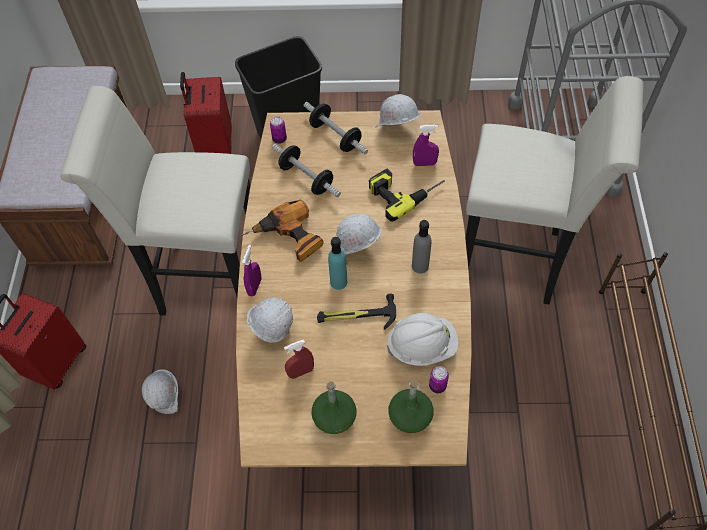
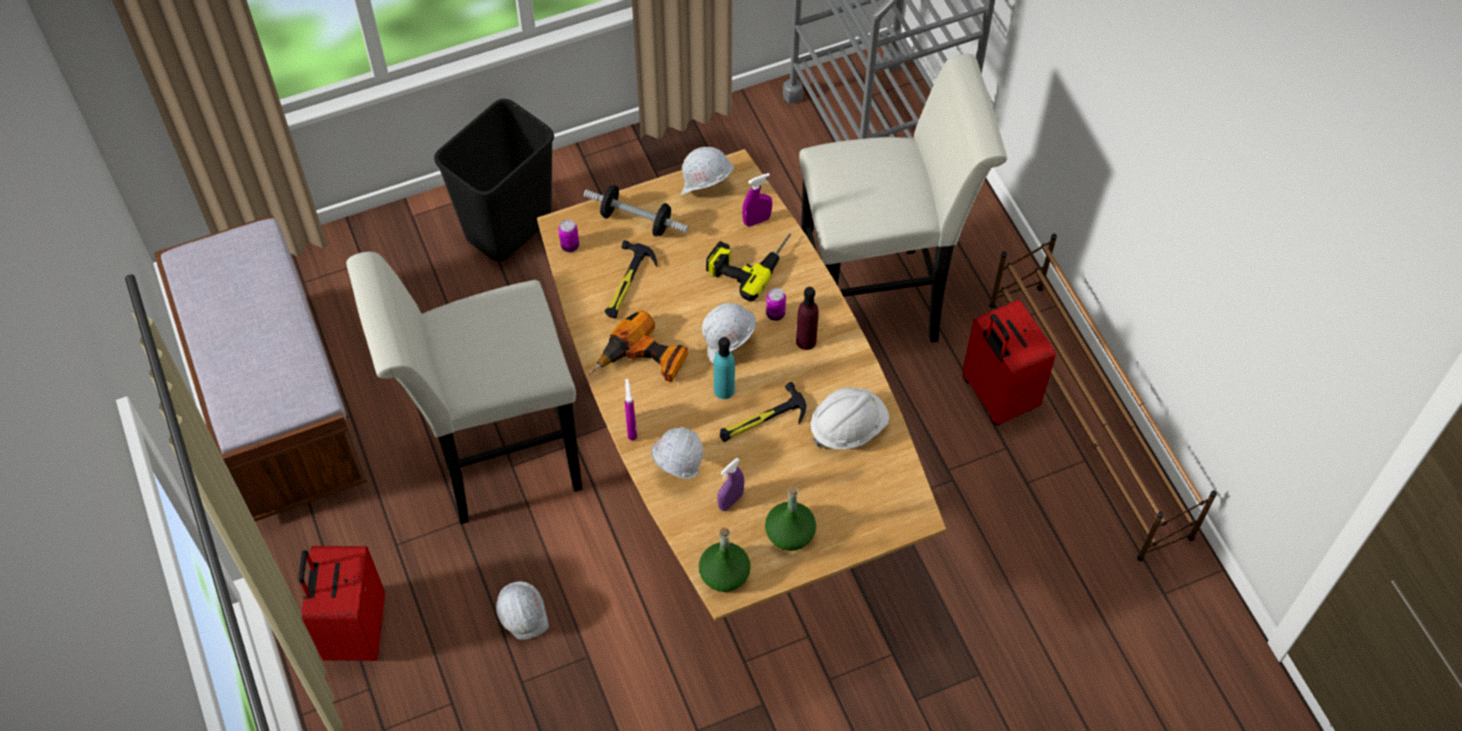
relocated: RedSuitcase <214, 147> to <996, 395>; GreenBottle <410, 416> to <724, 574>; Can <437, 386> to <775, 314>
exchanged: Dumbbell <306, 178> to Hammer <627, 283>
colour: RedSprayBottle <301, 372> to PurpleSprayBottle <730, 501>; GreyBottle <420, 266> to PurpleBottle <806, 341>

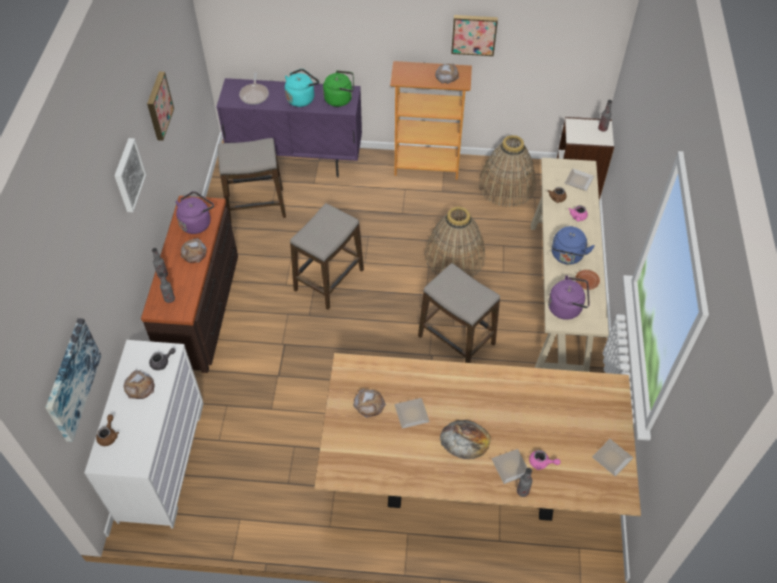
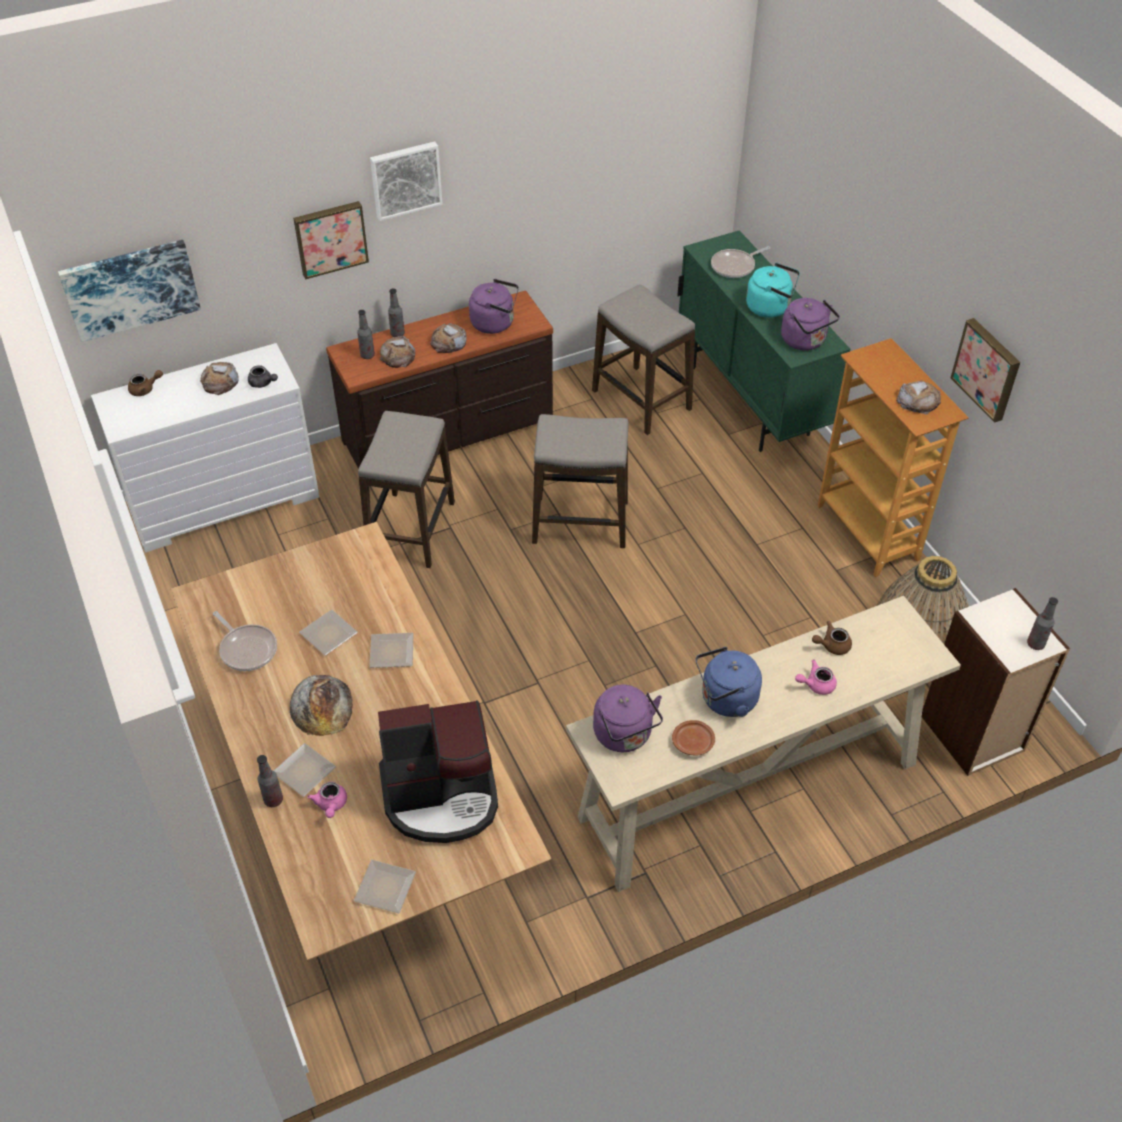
missing: Basket <454, 257>
appeared: FryingPan <247, 649>; CoffeeMachine <441, 796>
relocated: Picture <158, 106> to <330, 238>; Bread <369, 404> to <398, 356>; Stool <456, 340> to <411, 530>; Plate <577, 181> to <390, 651>
colour: PurpleCabinet <297, 161> to GreenCabinet <749, 401>; GreenKettle <340, 99> to PurpleKettle <805, 341>

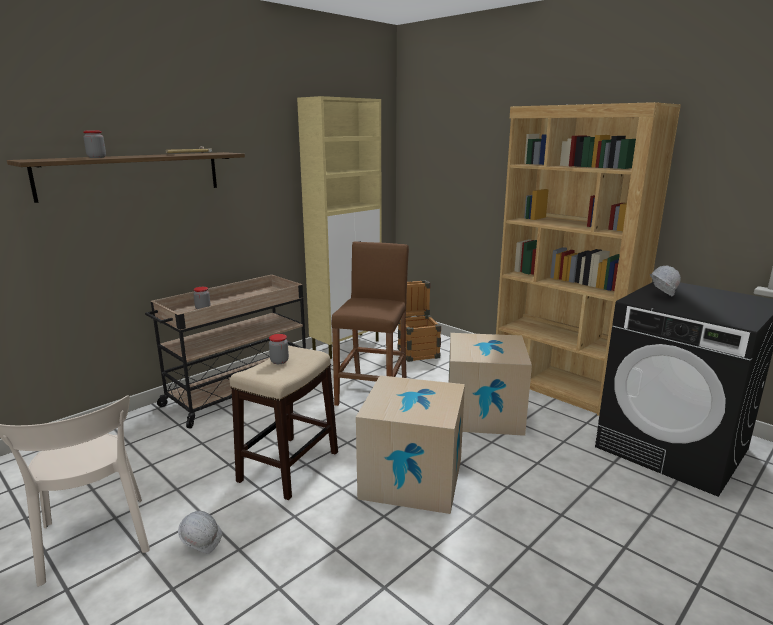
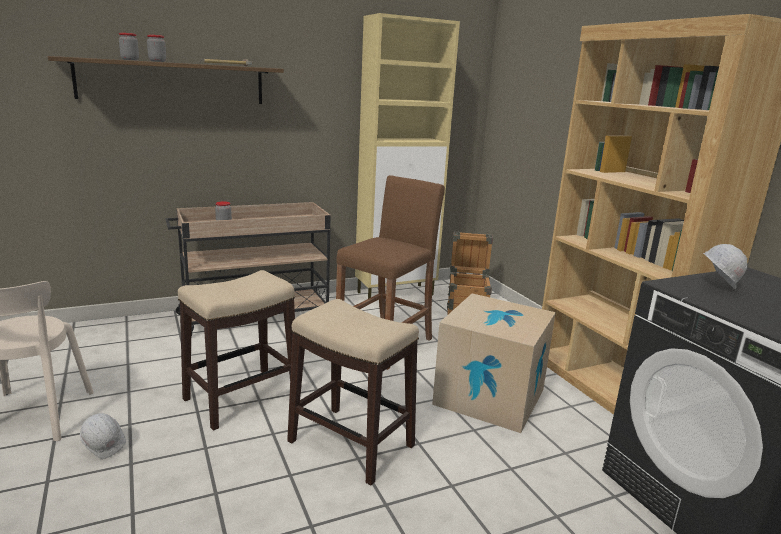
relocated: Jar <279, 361> to <157, 61>
exchanged: CardboardBox <412, 478> to Stool <352, 444>

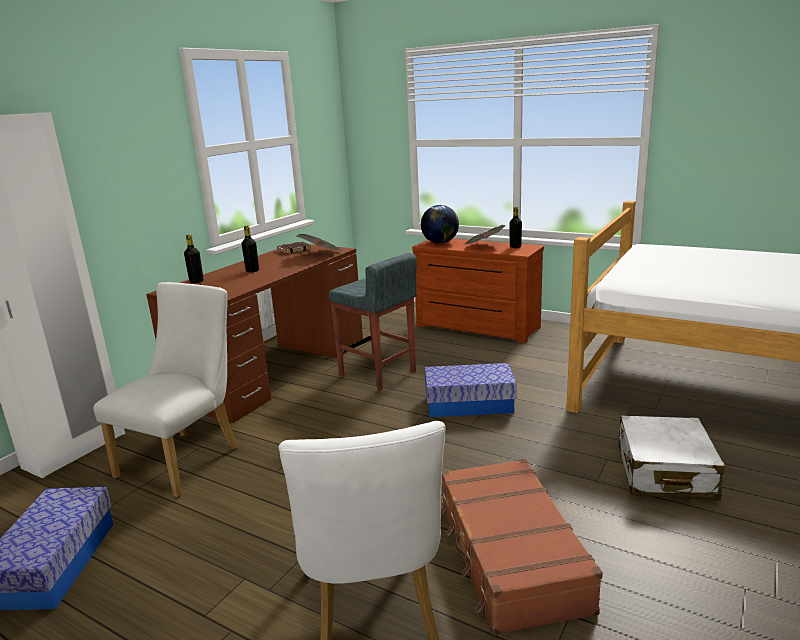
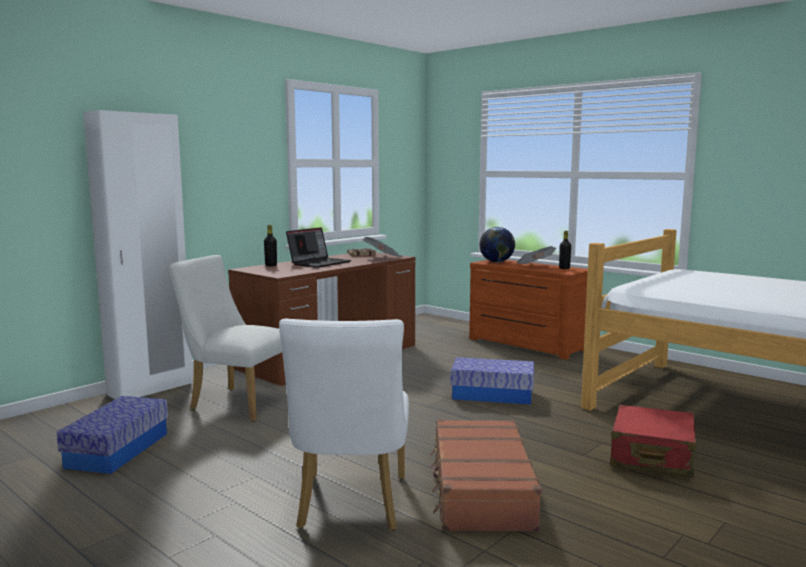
missing: GreyStool <378, 374>
exchanged: BlackBottle <252, 271> to Laptop <319, 263>
colour: WhiteSuitcase <664, 473> to RedSuitcase <652, 457>
spun: WhiteChair <186, 458> = <235, 403> 105 degrees counterclockwise

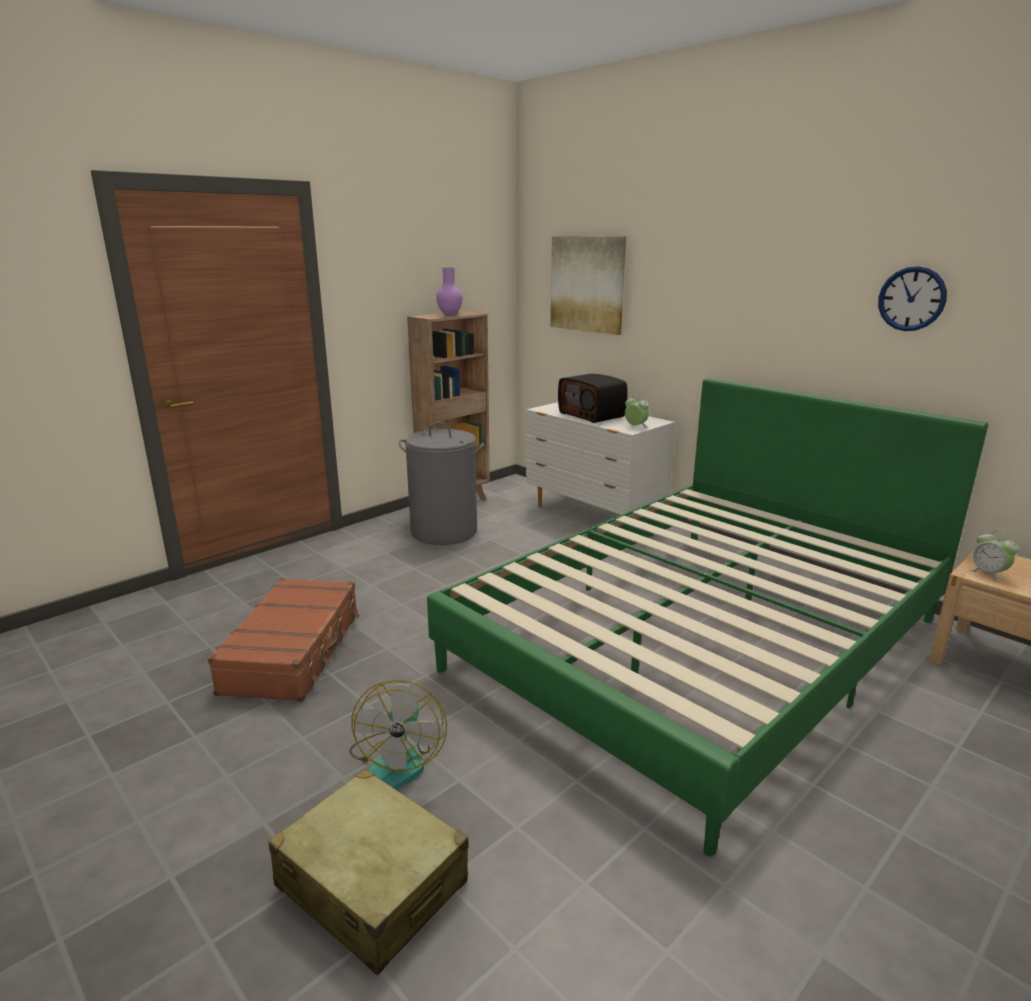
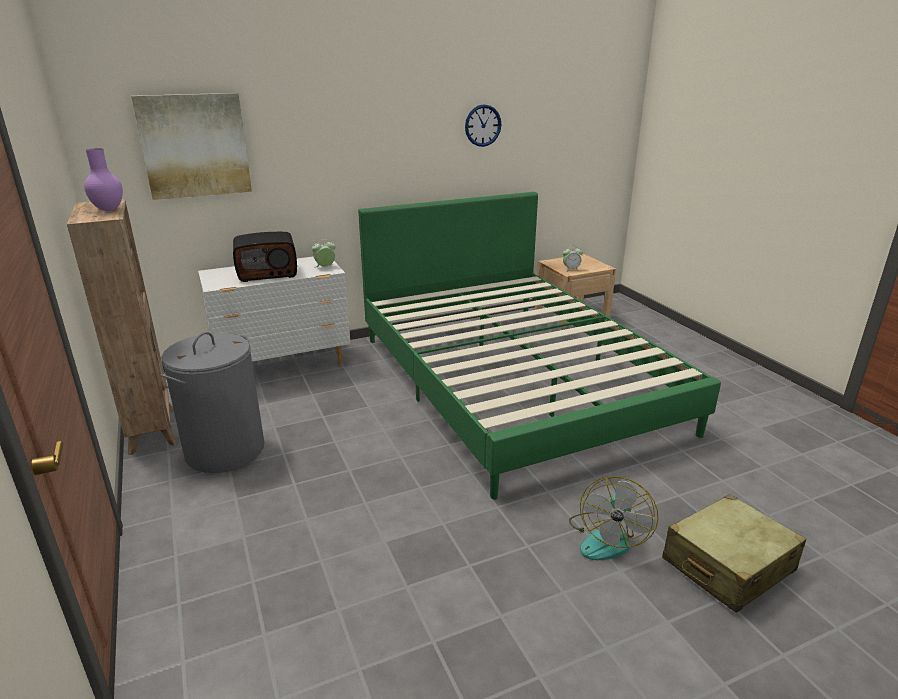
missing: BrownSuitcase <294, 652>
spun: Fan <397, 761> = <607, 538> 90 degrees clockwise

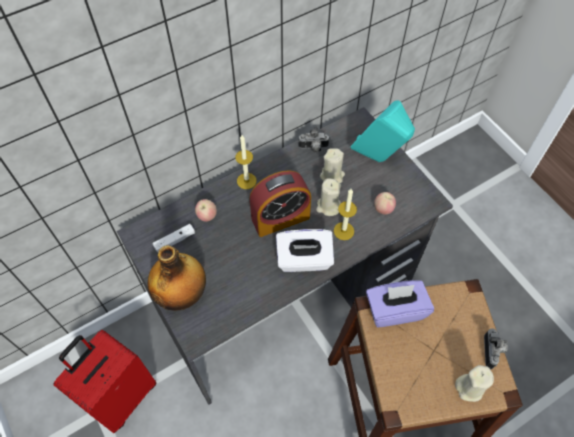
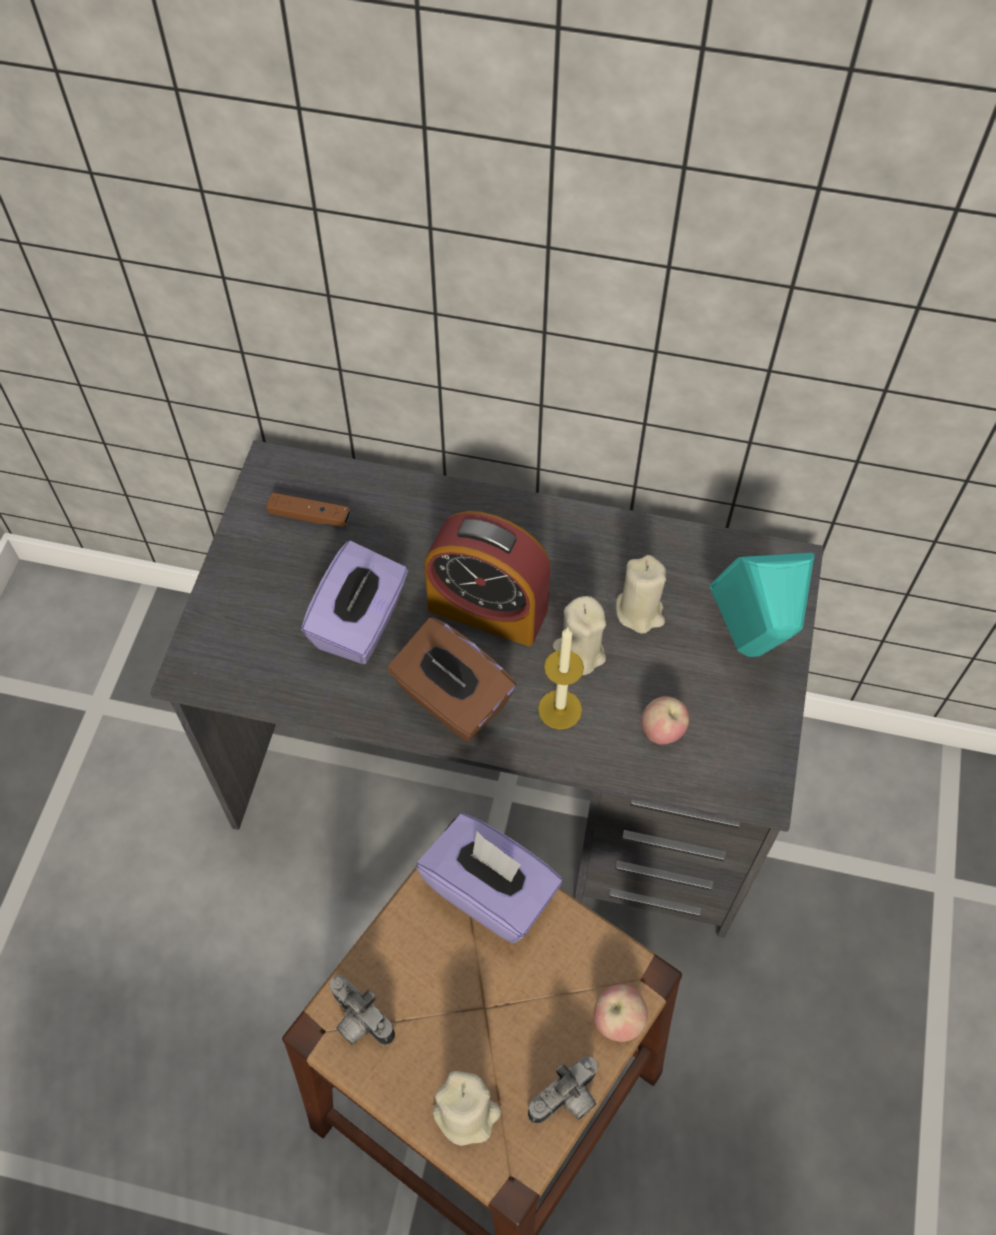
missing: RedSuitcase <121, 395>; Bottle <182, 294>; Candle <246, 181>
appeared: PurpleTissueBox <360, 623>
relocated: Apple <207, 216> to <618, 1020>; PhotoCamera <313, 148> to <358, 1021>
colour: WhiteGameController <174, 240> to BrownGameController <309, 516>; WhiteTissueBox <304, 260> to BrownTissueBox <451, 699>

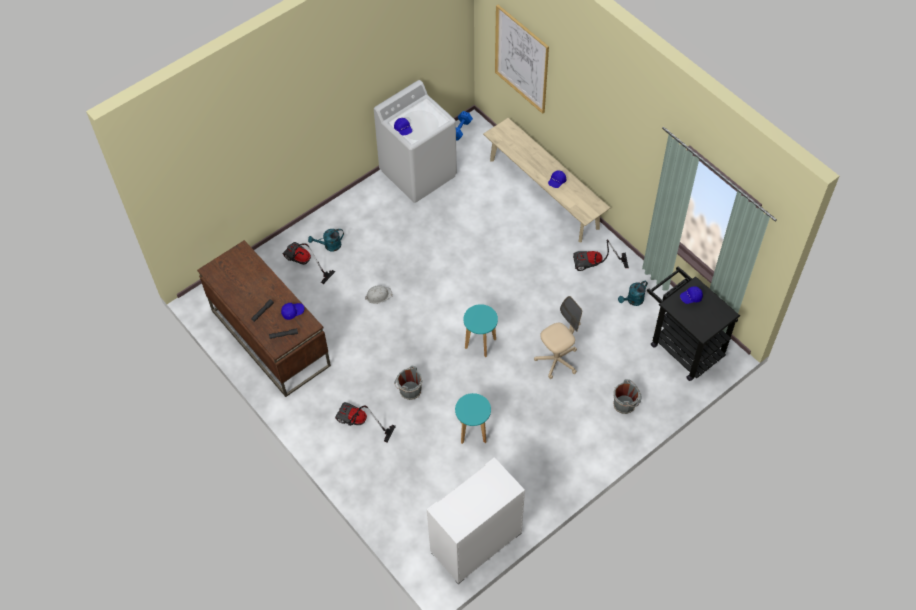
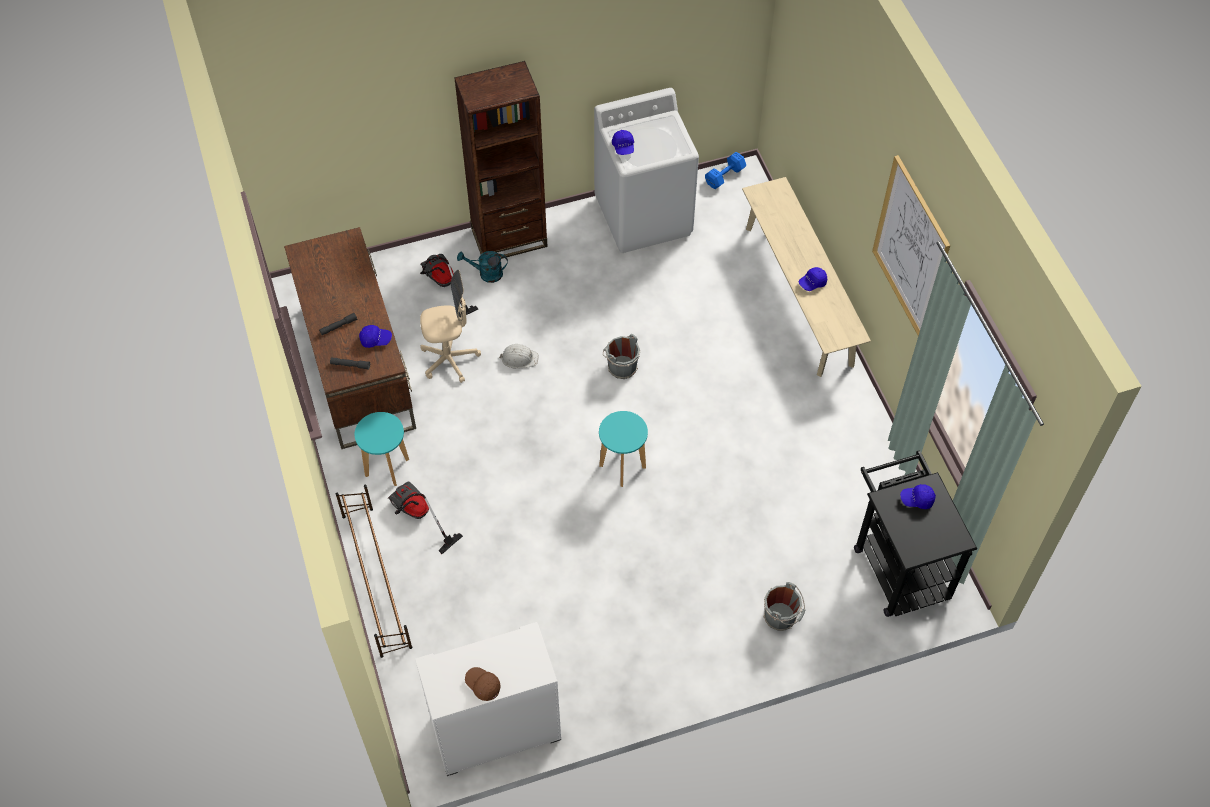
missing: VacuumCleaner <595, 264>; TurquoiseWateringCan <633, 301>
appeared: BrownShoeRack <376, 579>; BrownBookcase <509, 238>; BrownCap <483, 685>
relocated: GreyBucket <409, 390> to <621, 367>; TurquoiseStool <473, 432> to <387, 468>; Picture <521, 59> to <911, 247>; BeigeOfficeChair <557, 360> to <449, 360>

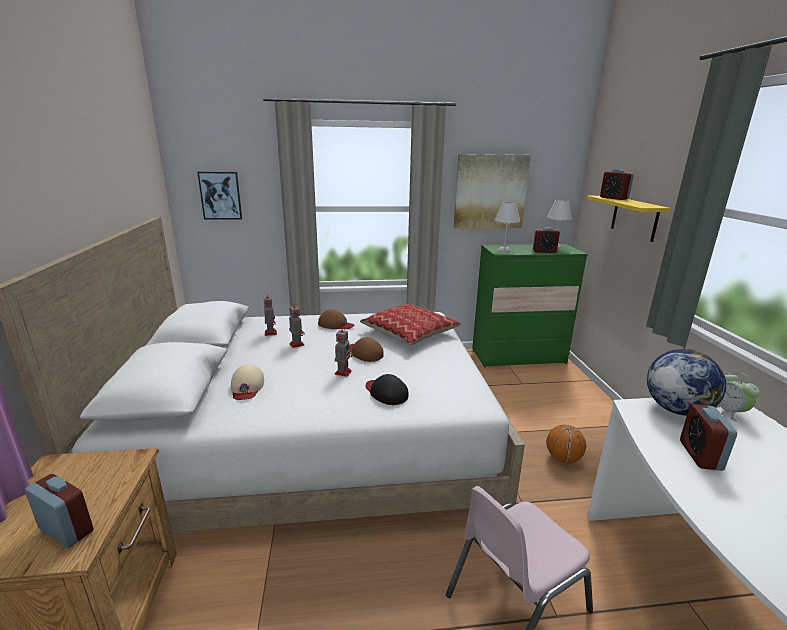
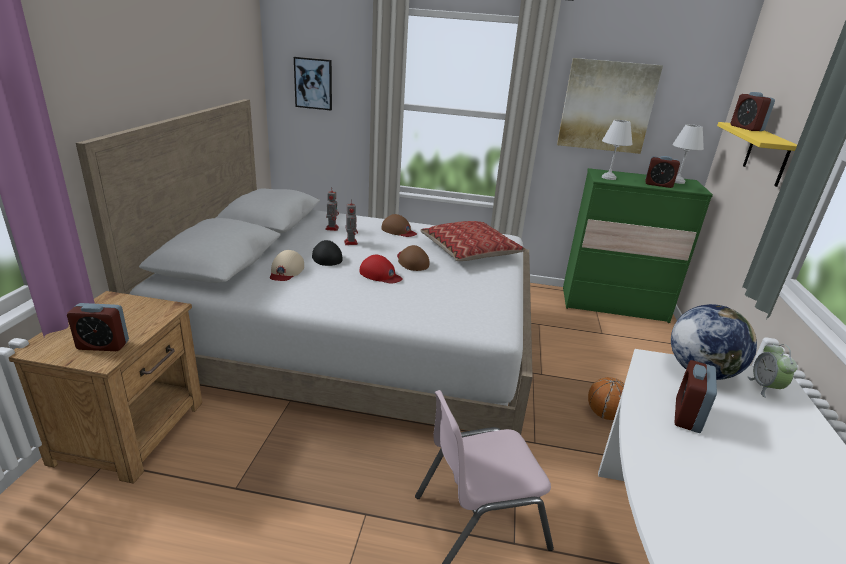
relocated: BlackCap <386, 393> to <326, 257>
exchanged: ToyRobot <343, 372> to RedCap <380, 275>
spun: AlarmClock <66, 530> = <103, 345> 135 degrees clockwise

